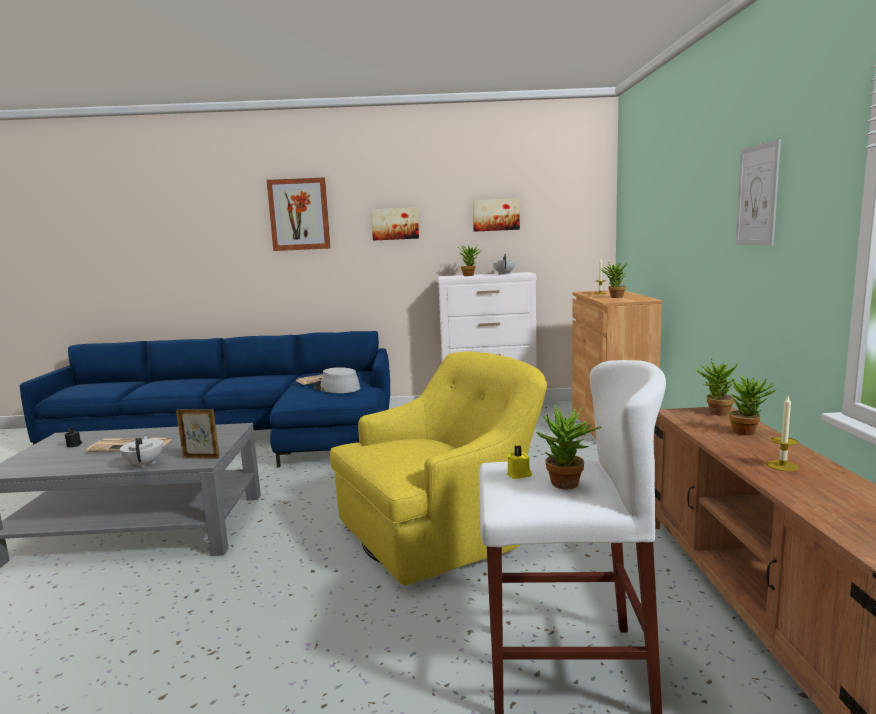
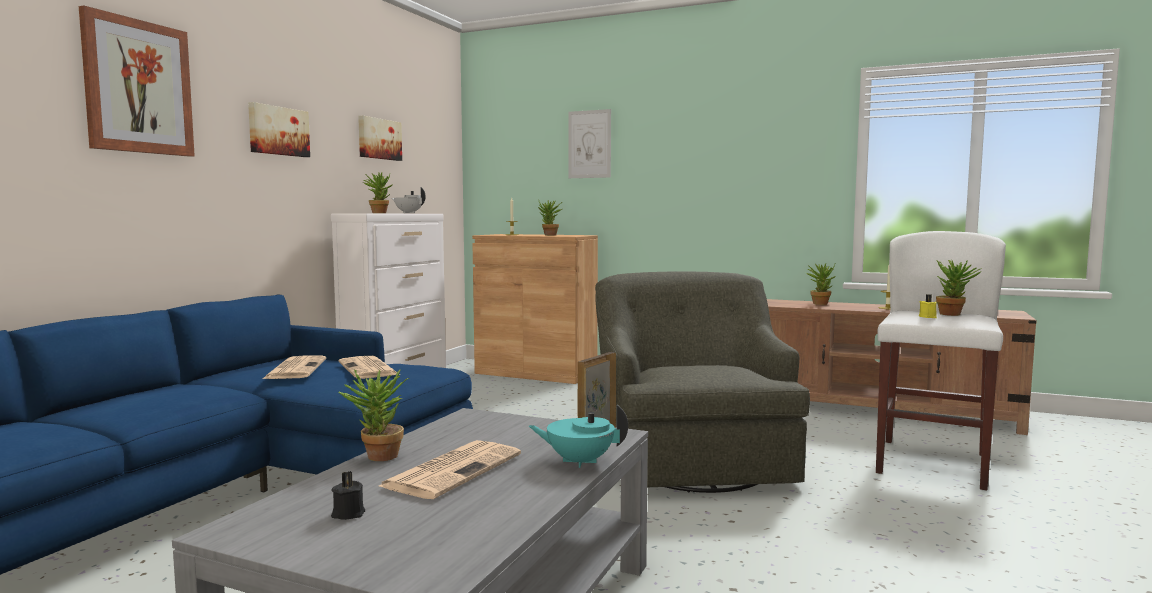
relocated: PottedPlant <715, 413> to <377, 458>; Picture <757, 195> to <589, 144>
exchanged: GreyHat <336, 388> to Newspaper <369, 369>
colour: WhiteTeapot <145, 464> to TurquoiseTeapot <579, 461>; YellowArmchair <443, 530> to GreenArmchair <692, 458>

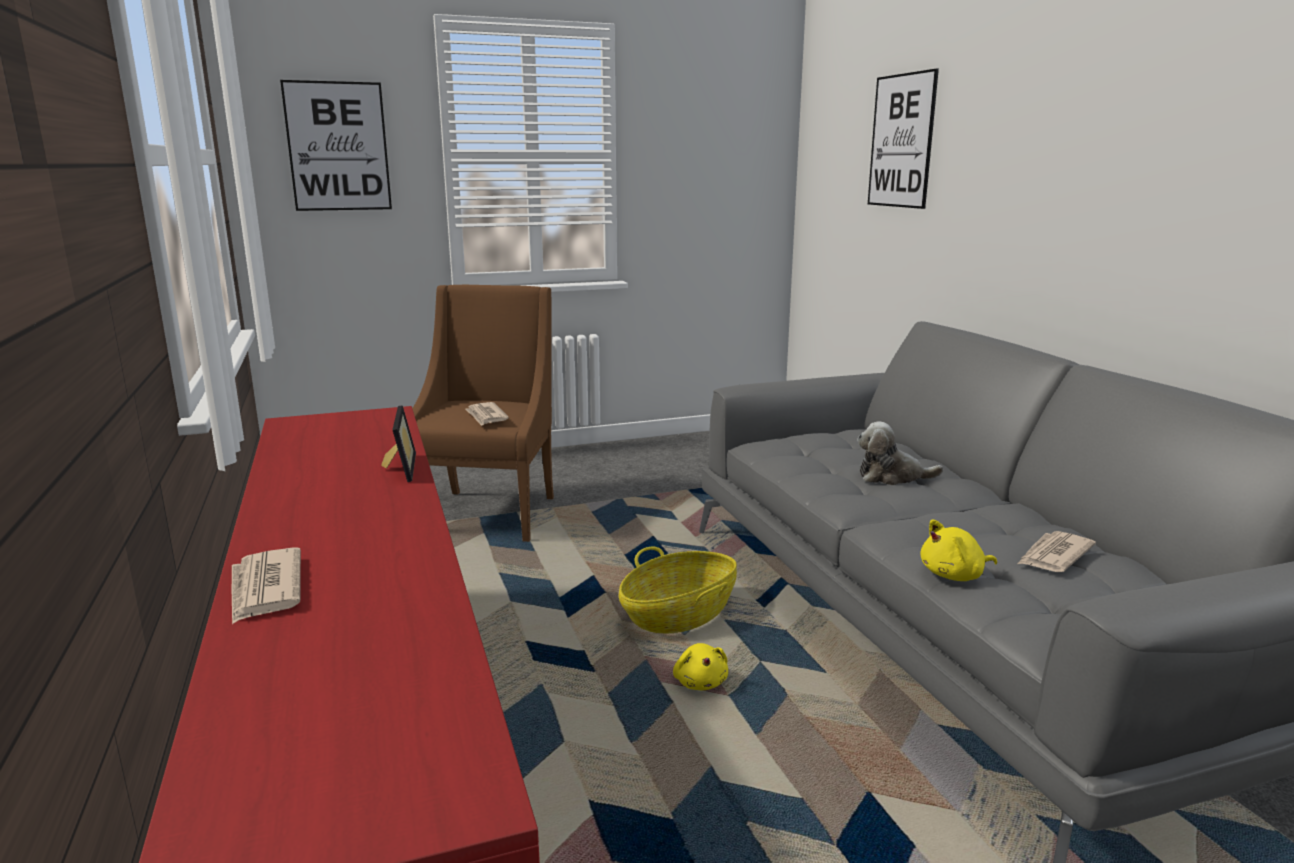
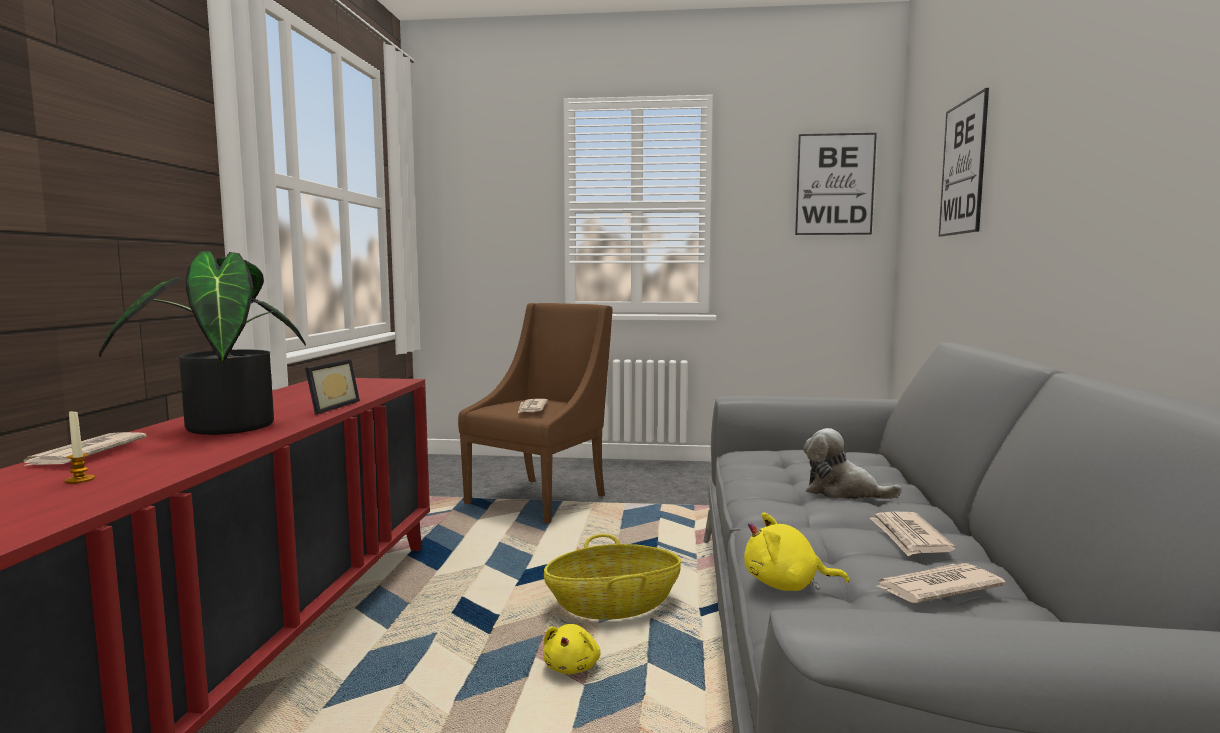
appeared: Candle <80, 480>; PottedPlant <221, 426>; Newspaper <909, 537>
relocated: Picture <338, 147> to <834, 184>

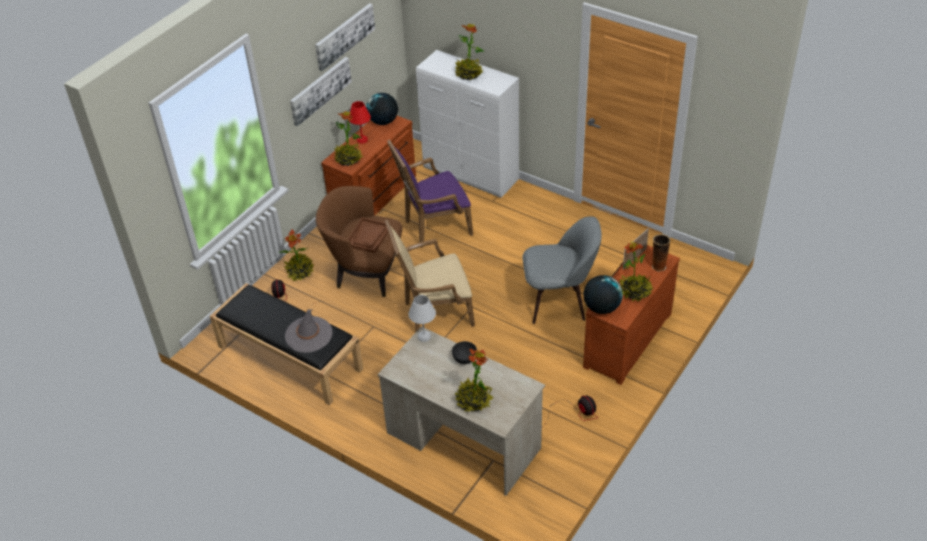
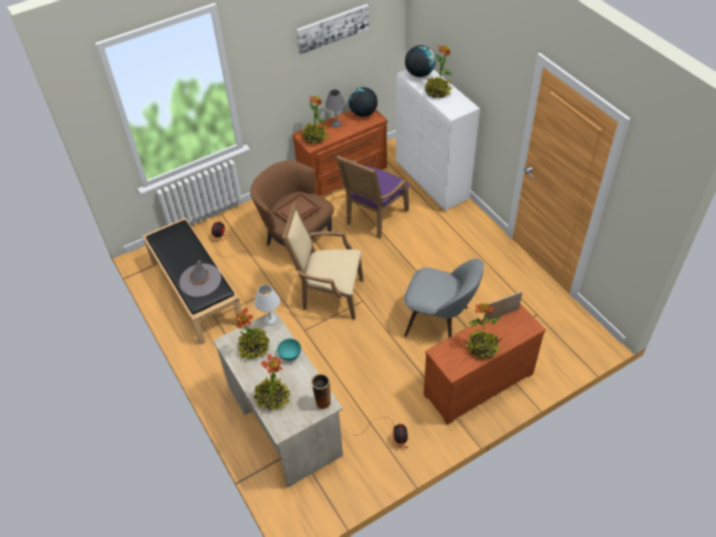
missing: Picture <320, 90>
relocated: PottedPlant <300, 271> to <254, 348>; Globe <601, 307> to <419, 74>; Vase <658, 266> to <323, 402>
colour: RedTableLamp <362, 140> to GreyTableLamp <336, 124>; GreyBowl <464, 359> to TurquoiseBowl <290, 355>
spun: PurpleArmchair <433, 227> = <373, 218> 60 degrees counterclockwise

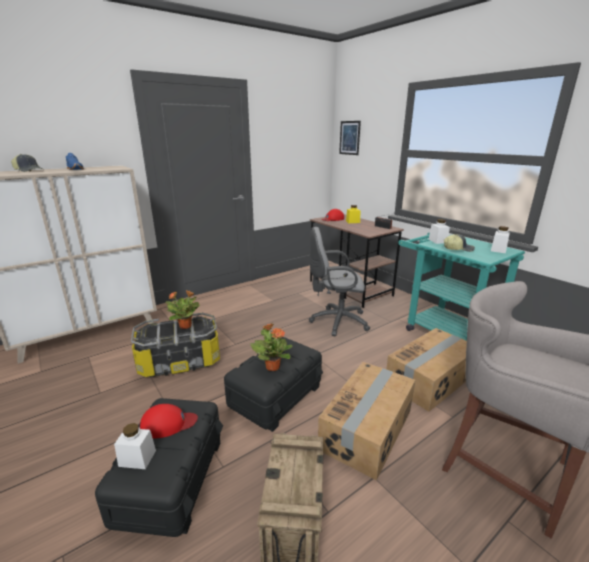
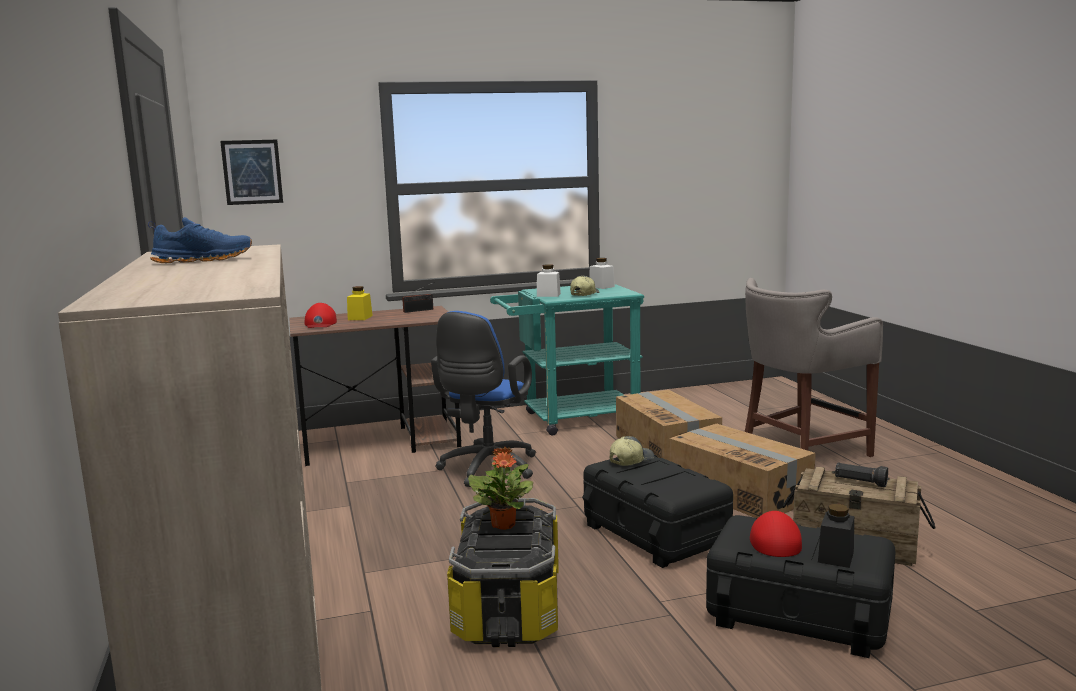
missing: PottedPlant <272, 367>
appeared: BlackFlashlight <860, 482>
relocated: Cap <29, 171> to <630, 460>
colour: WhiteJar <137, 458> to BlackJar <836, 557>; GreyOfficeChair <336, 321> to BlueOfficeChair <486, 470>

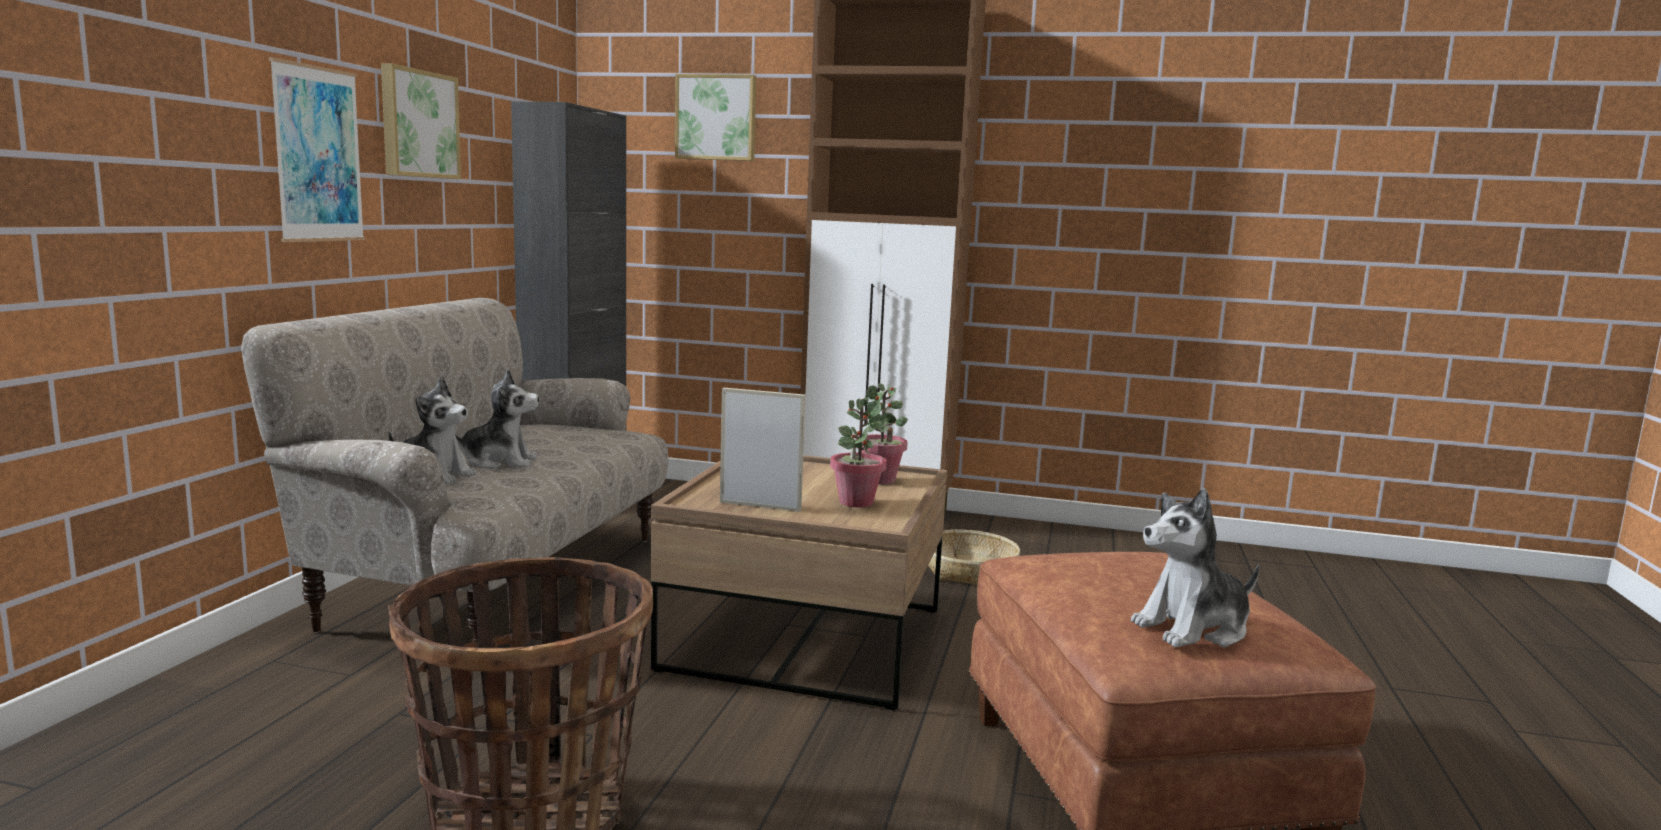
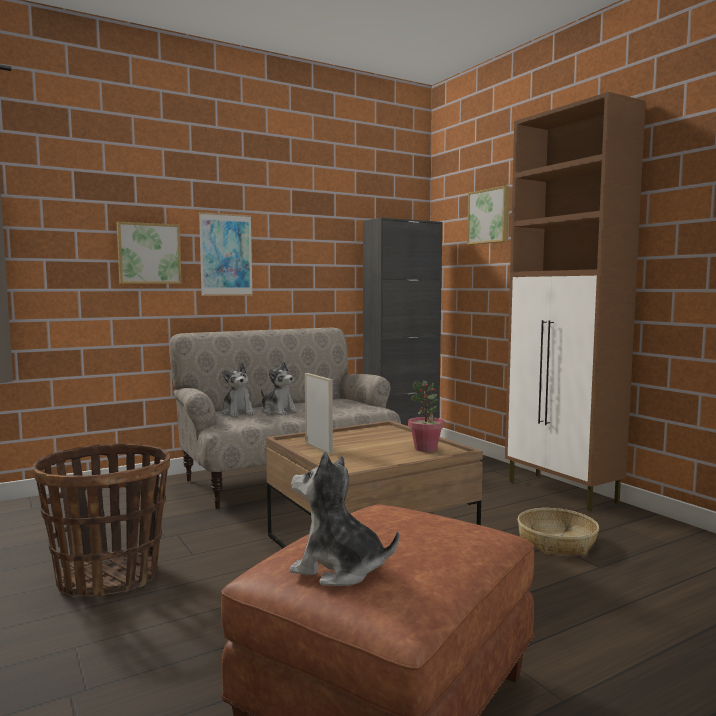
missing: PottedPlant <856, 502>
relocated: Picture <417, 124> to <149, 253>

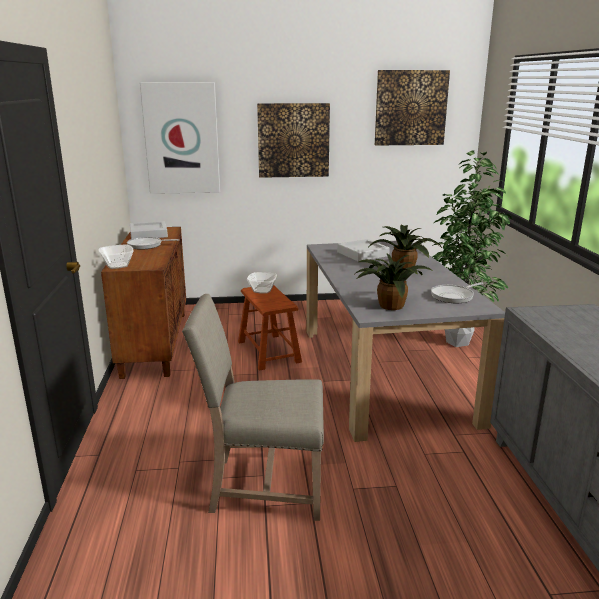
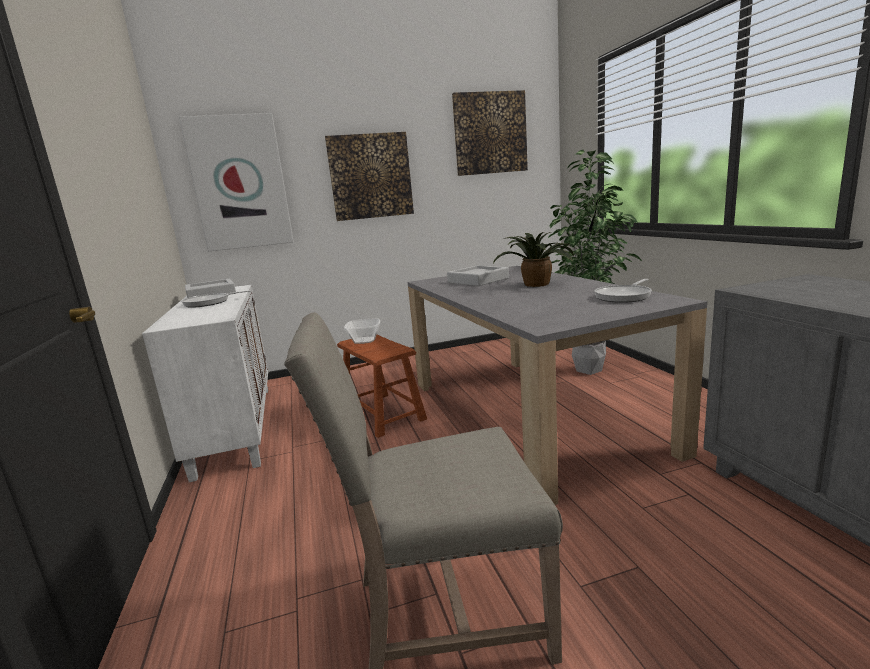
missing: Bowl <118, 266>; PottedPlant <389, 305>
colour: BrownCabinet <154, 343> to WhiteCabinet <235, 427>

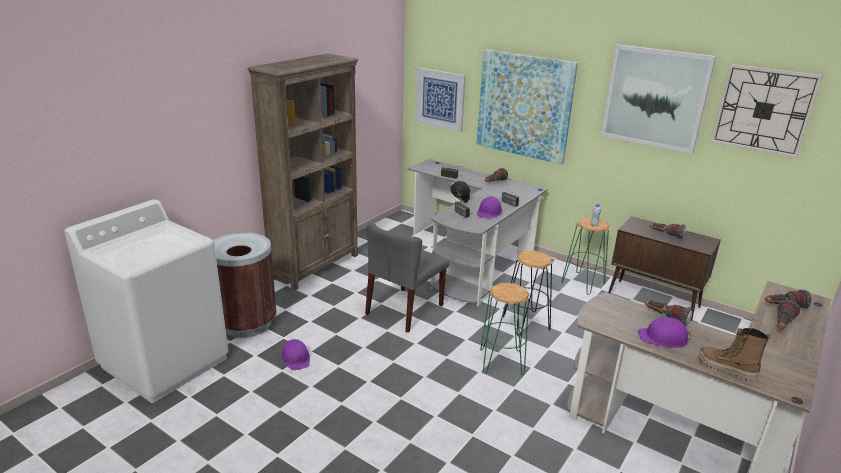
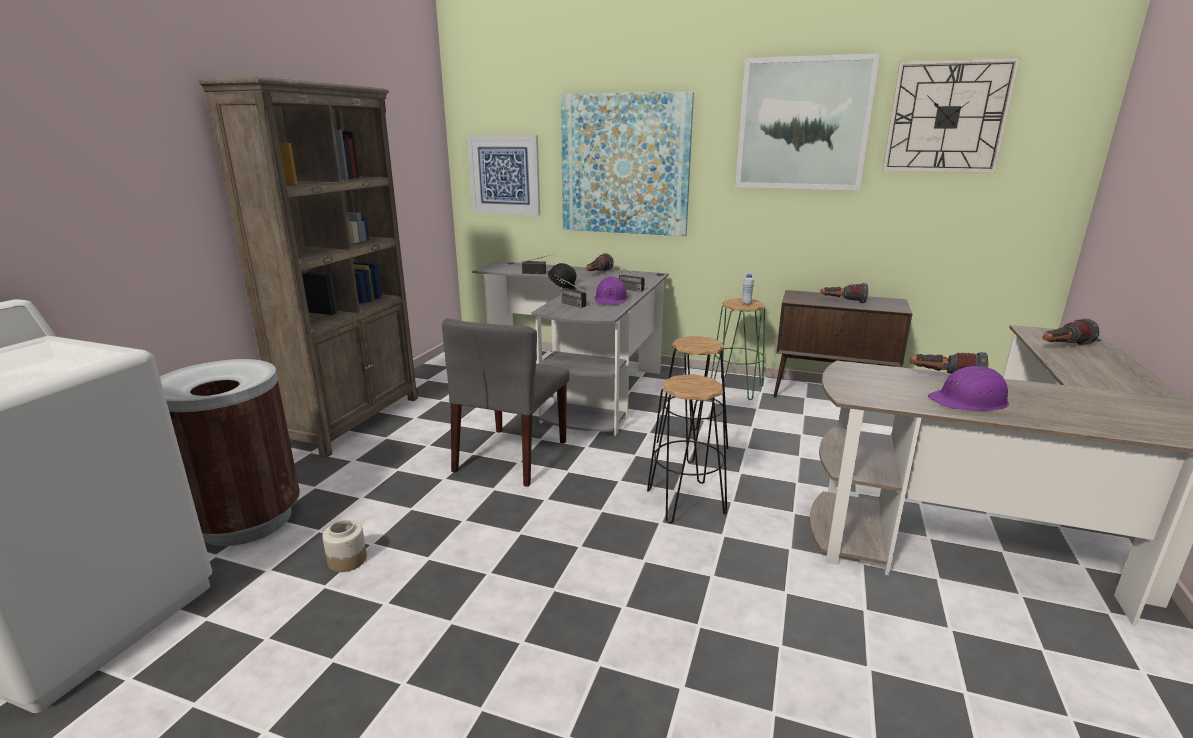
missing: Boot <726, 369>; Flashlight <782, 325>
exchanged: PurpleHardHat <296, 358> to Jar <347, 560>
colour: GreenStool <502, 362> to BlackStool <686, 501>

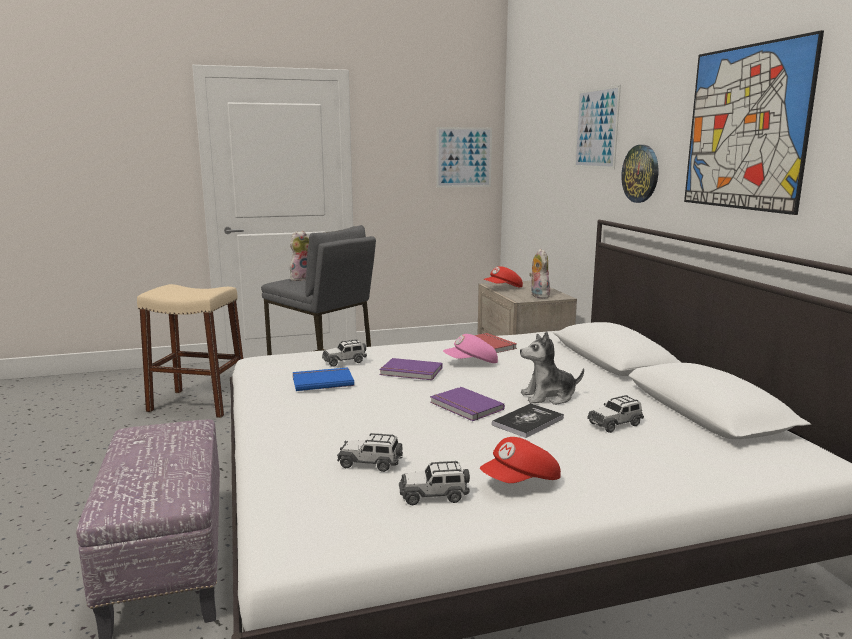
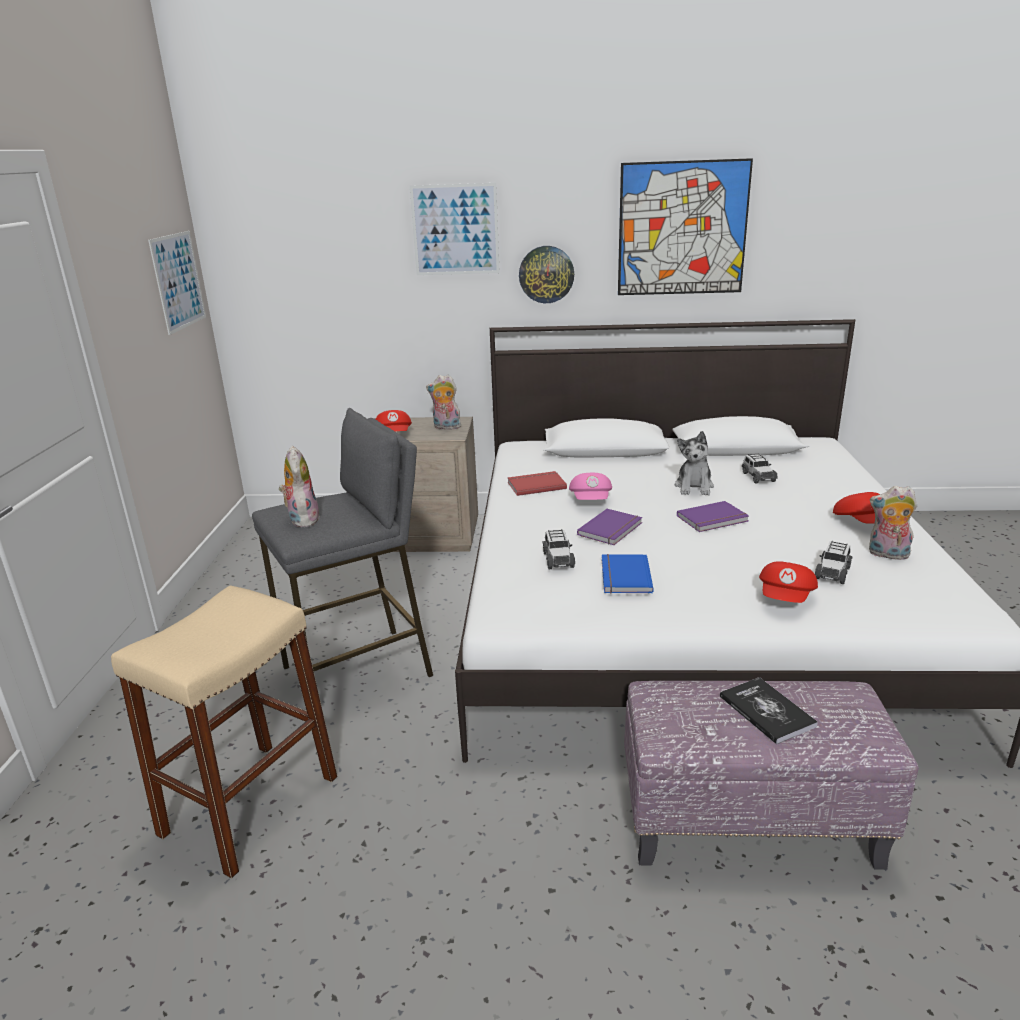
appeared: RedCap <786, 598>
relocated: Book <528, 422> to <766, 711>
exchanged: ToyCar <434, 495> to PlushToy <887, 554>

